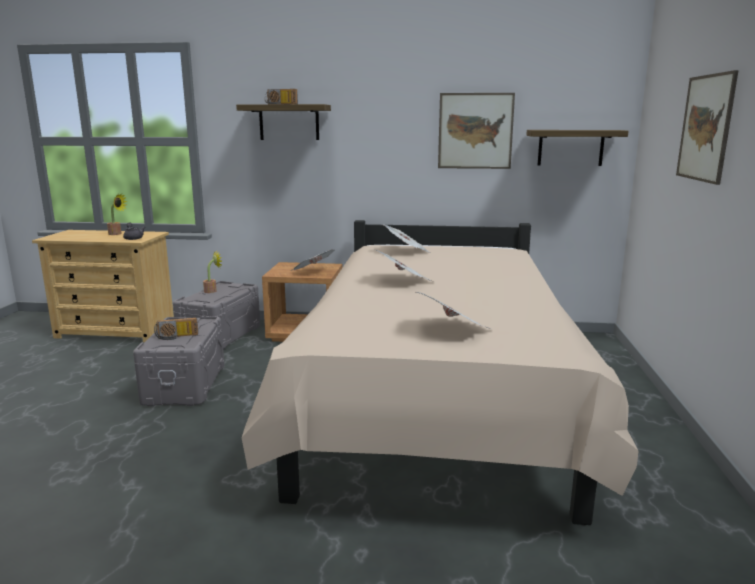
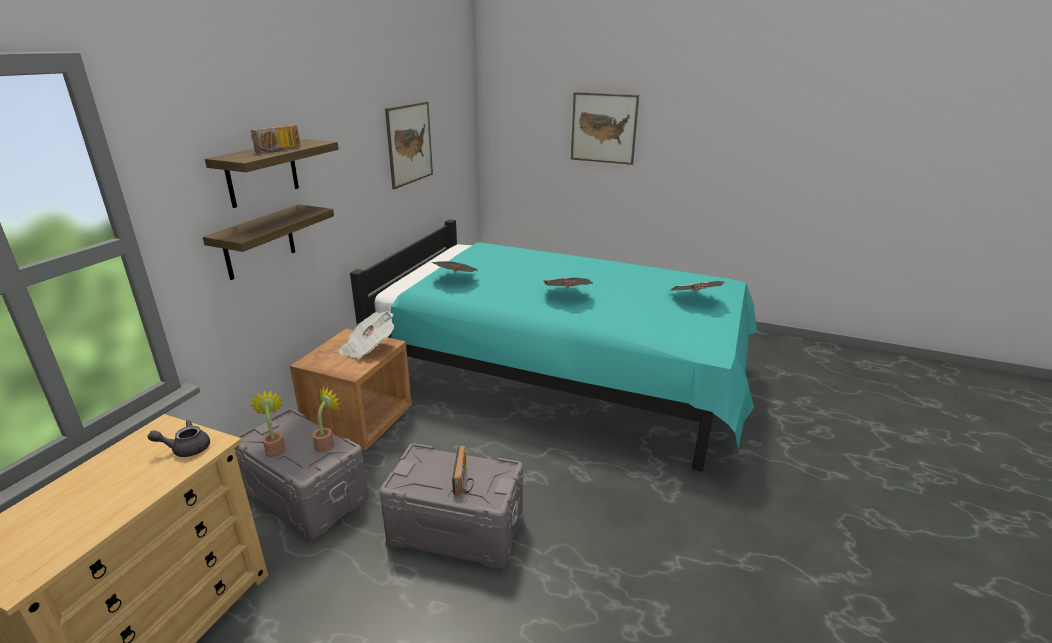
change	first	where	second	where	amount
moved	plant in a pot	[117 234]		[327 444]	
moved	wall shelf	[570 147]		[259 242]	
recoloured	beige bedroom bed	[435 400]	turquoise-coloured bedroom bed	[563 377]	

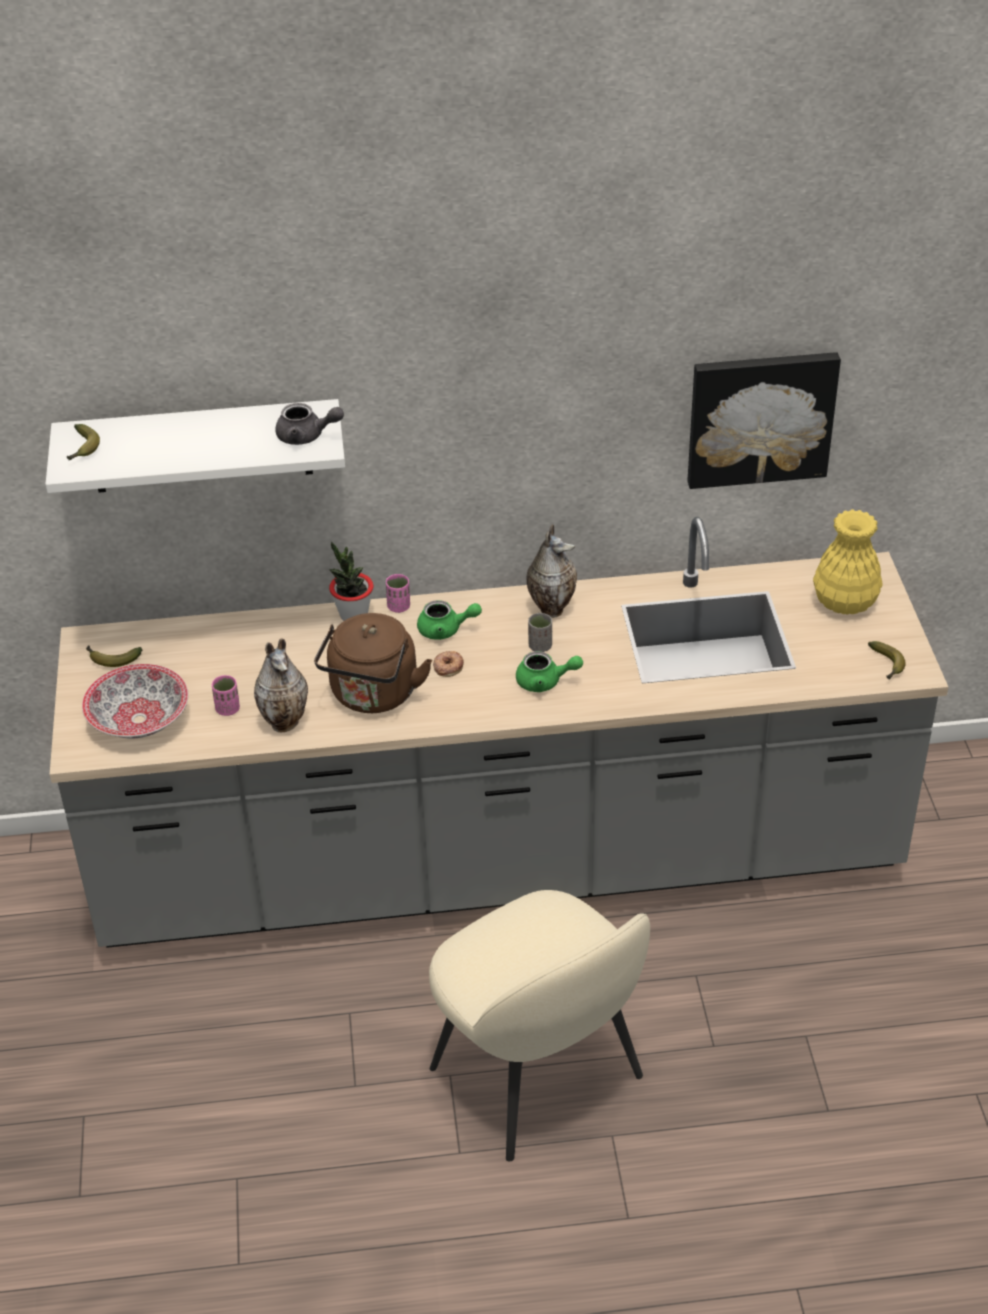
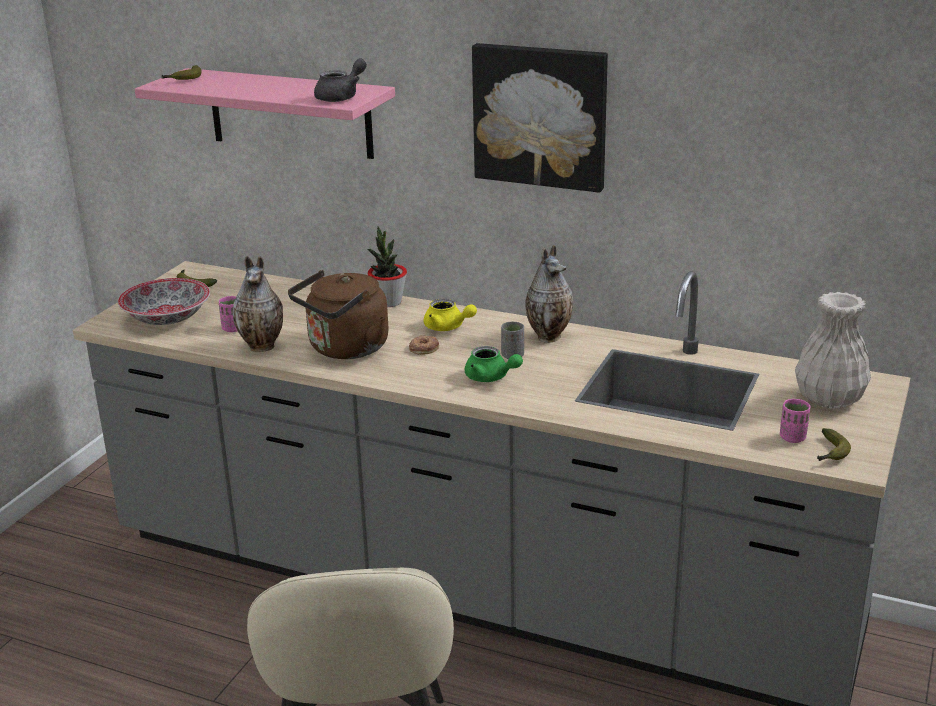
change	first	where	second	where	amount
moved	pink-coloured drinking cup	[399 607]		[792 438]	
moved	wall picture	[760 417]		[541 115]	
recoloured	white wall shelf	[201 446]	pink-coloured wall shelf	[290 113]	
recoloured	green pot for tea	[445 630]	yellow pot for tea	[448 327]	
recoloured	yellow decorative vase	[845 602]	white decorative vase	[830 399]	
turned	gray pot for tea	[306 436]		[341 97]	90 degrees counterclockwise

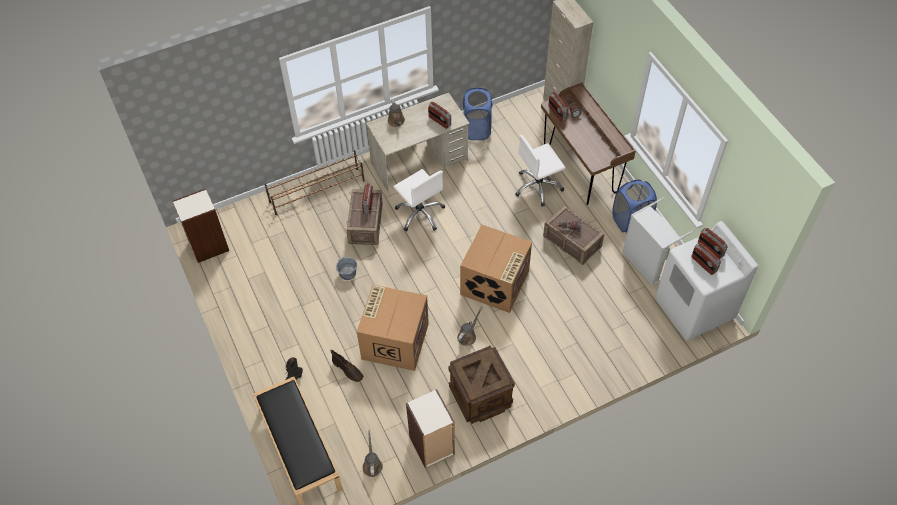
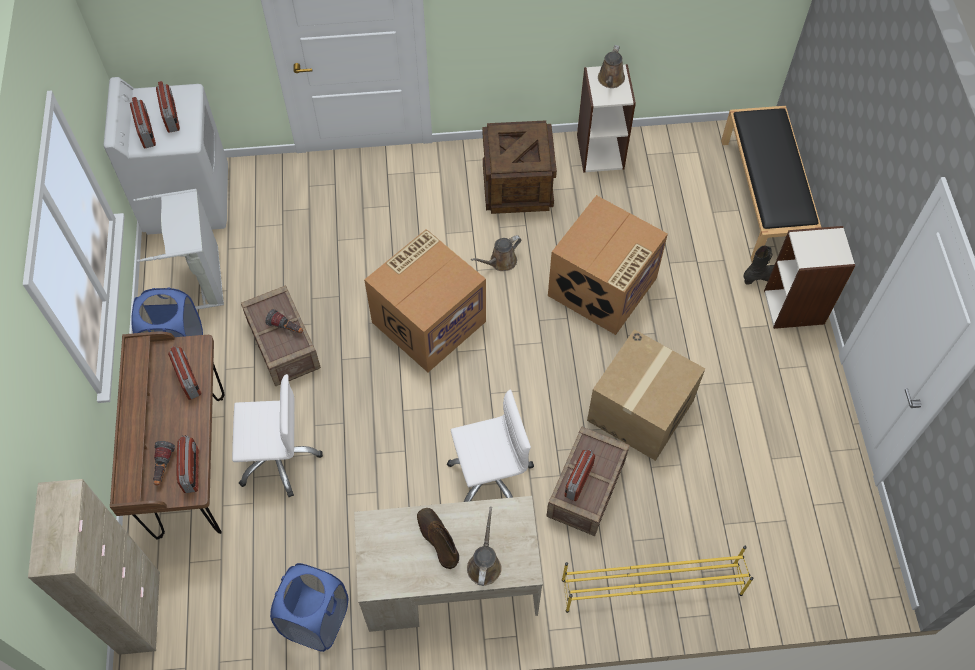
change	first	where	second	where	amount
moved	bookcase	[208 246]		[795 307]	
moved	brown high-top boot	[348 370]		[437 539]	
moved	brown sprinkling can	[372 464]		[610 80]	
moved	radio set	[439 121]		[188 379]	
replaced	gray water bucket	[347 273]	cardboard box	[640 411]	
recoloured	brown shoe shelf	[317 191]	yellow shoe shelf	[650 586]	
turned	white desk chair	[420 213]		[490 476]	90 degrees clockwise

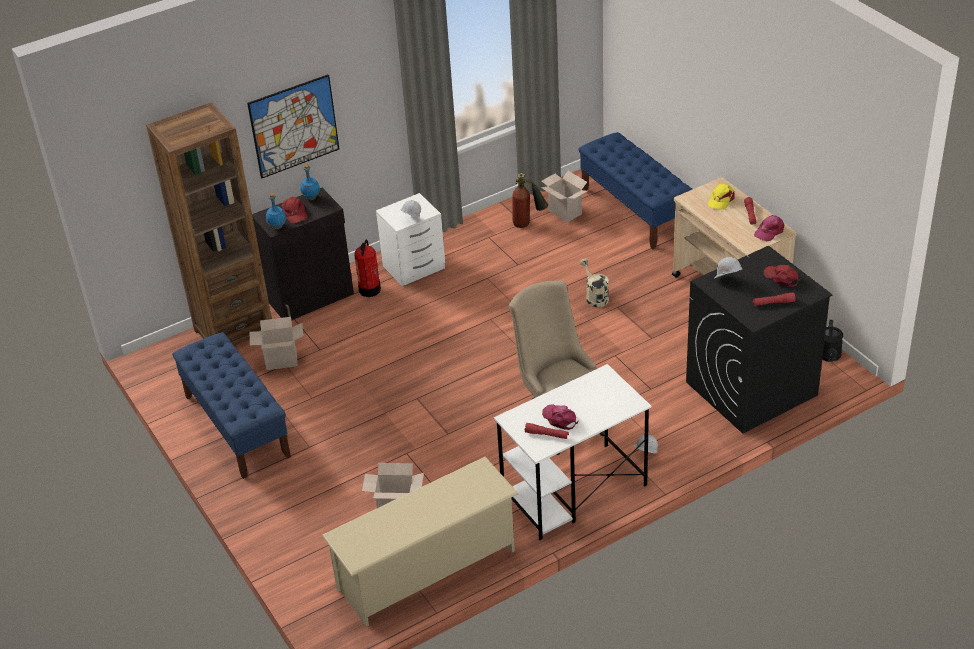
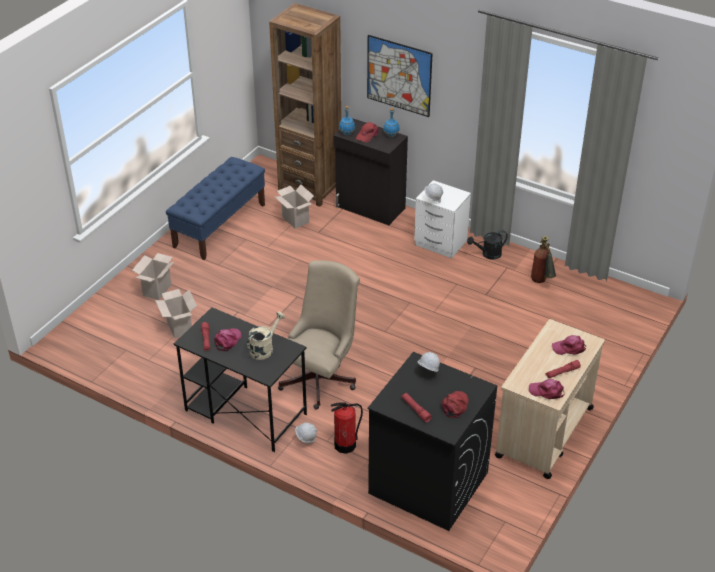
change	first	where	second	where	amount
removed	beige shoe shelf	[427 570]			
removed	blue-coloured indoor bench	[634 211]			
moved	fire-fighting cylinder	[370 290]		[345 445]	
moved	cardboard box	[563 212]		[157 289]	
moved	beige sprinkling can	[595 296]		[264 348]	
moved	black sprinkling can	[829 357]		[488 254]	
recoloured	white desk	[573 491]	black desk	[244 412]	
recoloured	yellow baseball cap	[721 200]	pink-coloured baseball cap	[569 348]	

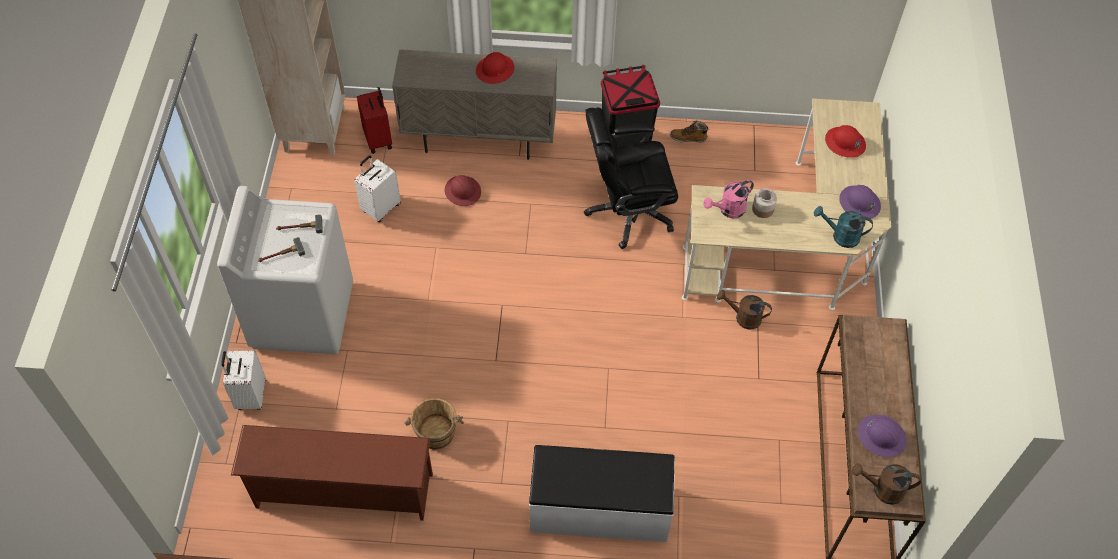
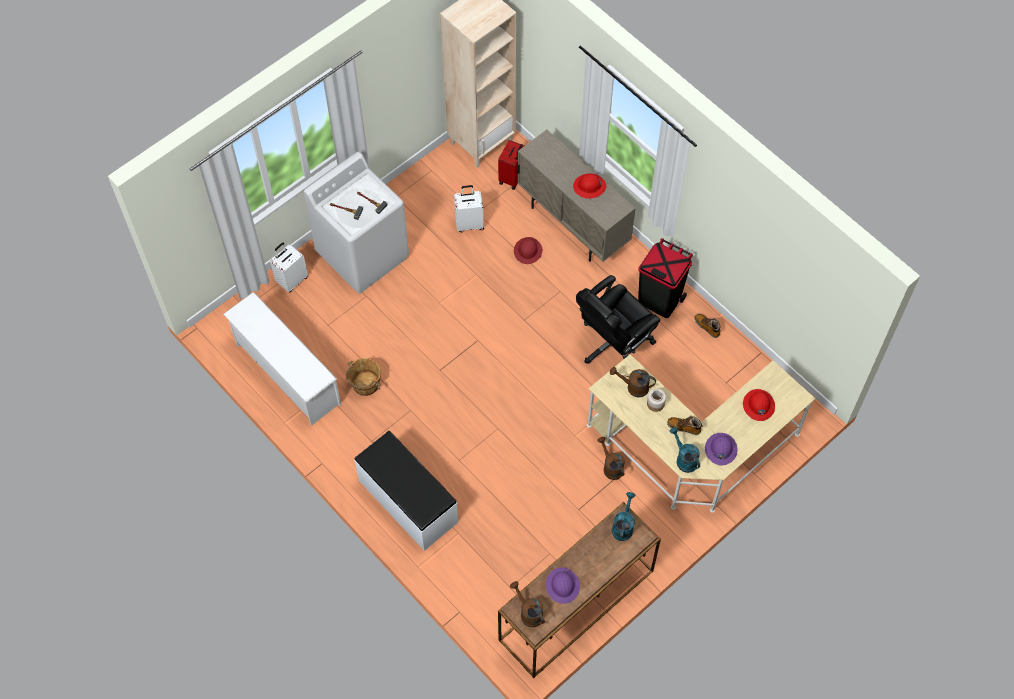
change	first	where	second	where	amount
added			turquoise-coloured sprinkling can	[623 526]	
added			high-top boot	[684 427]	
recoloured	brown shoe shelf	[342 492]	white shoe shelf	[286 374]	
recoloured	pink-coloured sprinkling can	[728 210]	brown sprinkling can	[633 387]	
turned	black desk chair	[628 212]		[614 344]	75 degrees counterclockwise

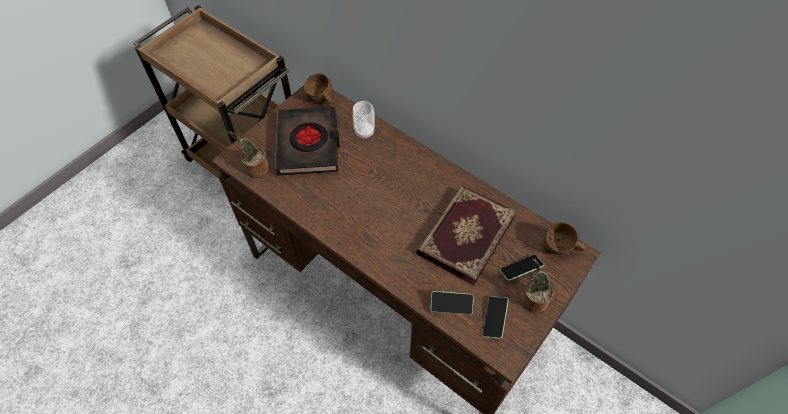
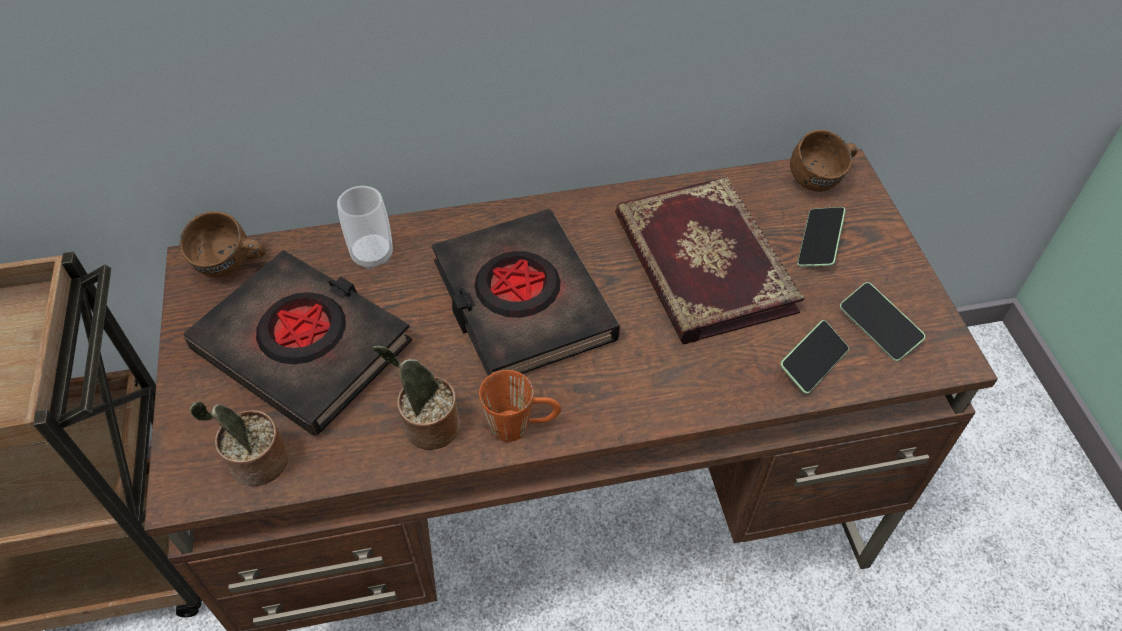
change	first	where	second	where	amount
added			black bound book	[522 302]	
added			orange-coloured tea mug	[522 425]	
moved	plant in a pot	[532 299]		[427 427]	

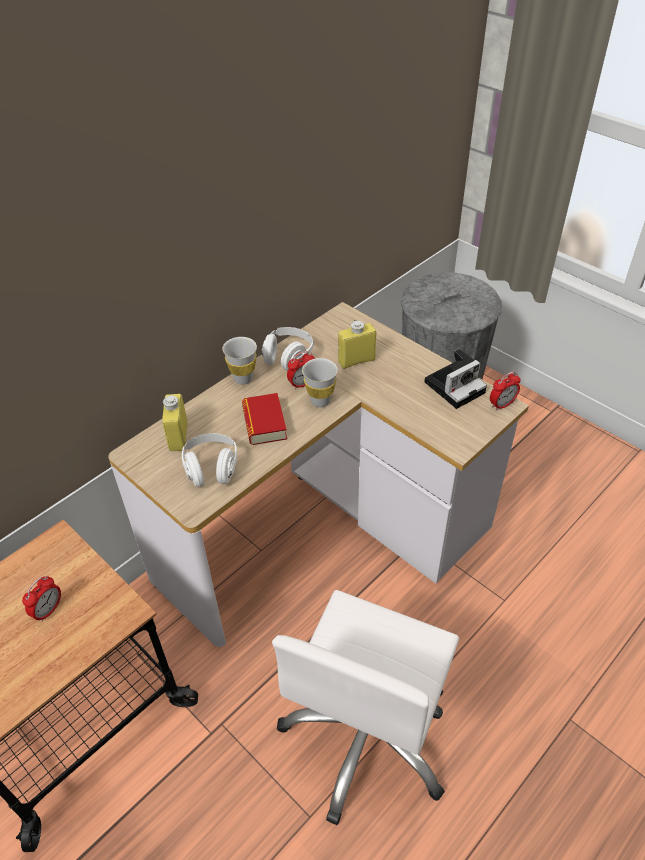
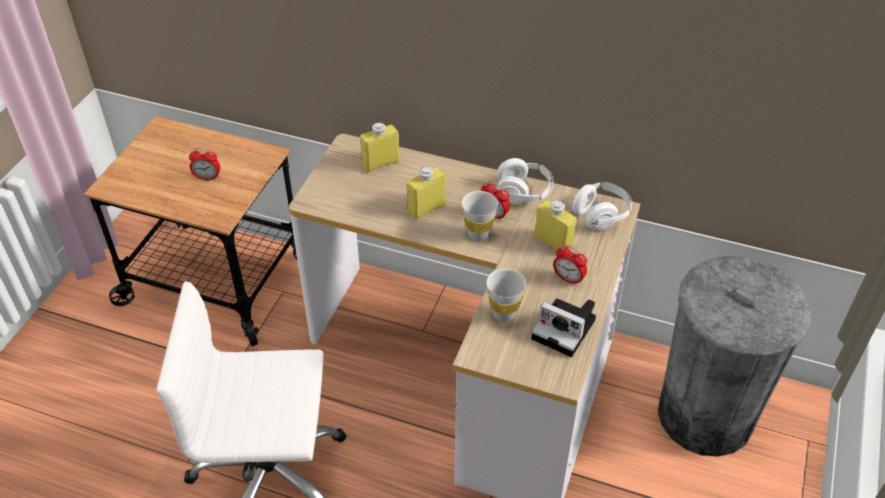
change	first	where	second	where	amount
moved	white pair of headphones	[211 469]		[601 215]	
moved	white drinking cup	[243 379]		[504 314]	
moved	bedside clock	[502 405]		[568 279]	
replaced	bound book	[264 423]	yellow beverage bottle	[426 208]	

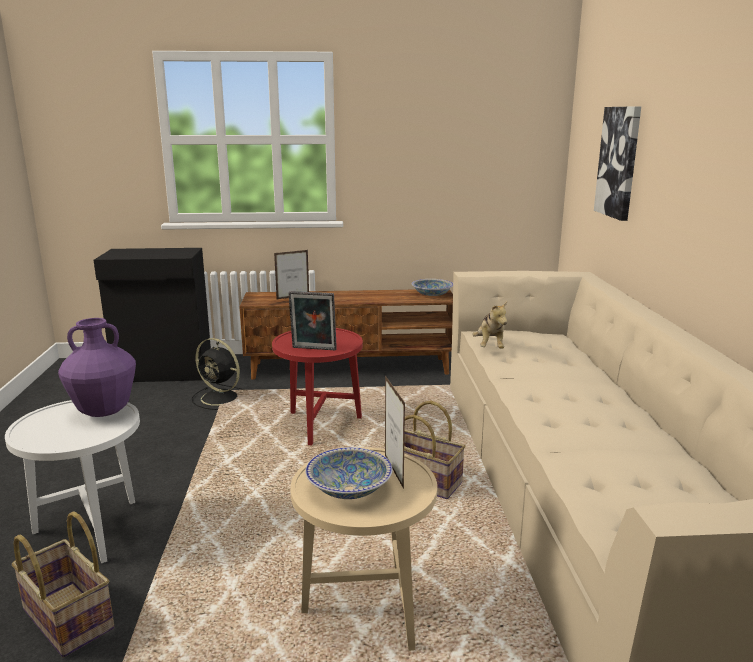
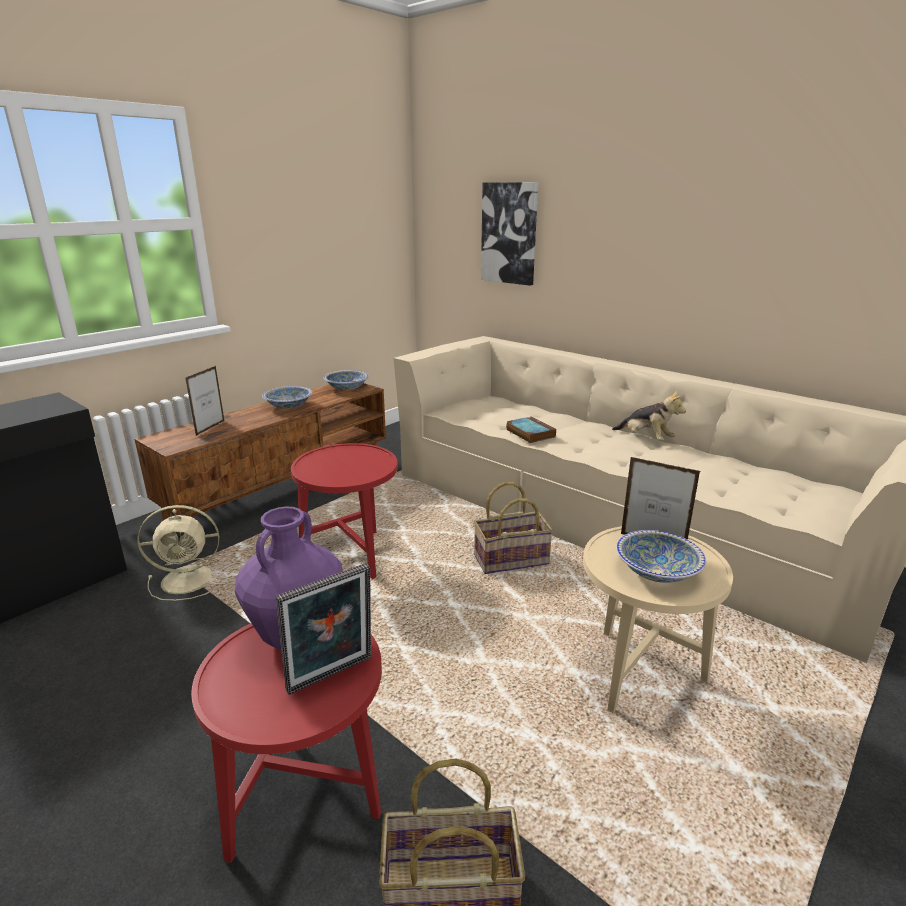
change	first	where	second	where	amount
added			serving bowl	[289 406]	
added			bound book	[529 433]	
moved	standing frame	[313 349]		[332 677]	
moved	cuddly toy	[489 347]		[646 439]	
recoloured	white accent table	[92 533]	red accent table	[307 801]	
recoloured	black electric fan	[221 398]	beige electric fan	[190 579]	

